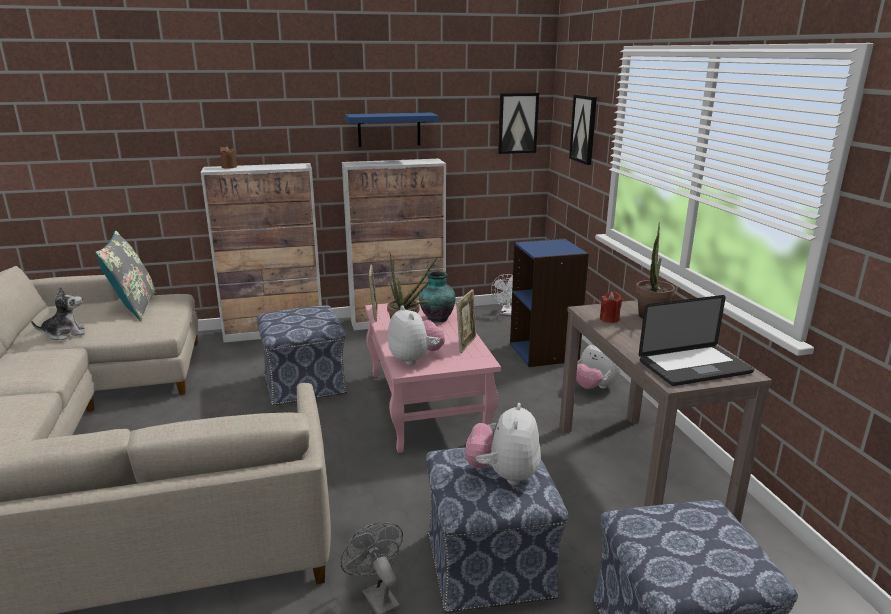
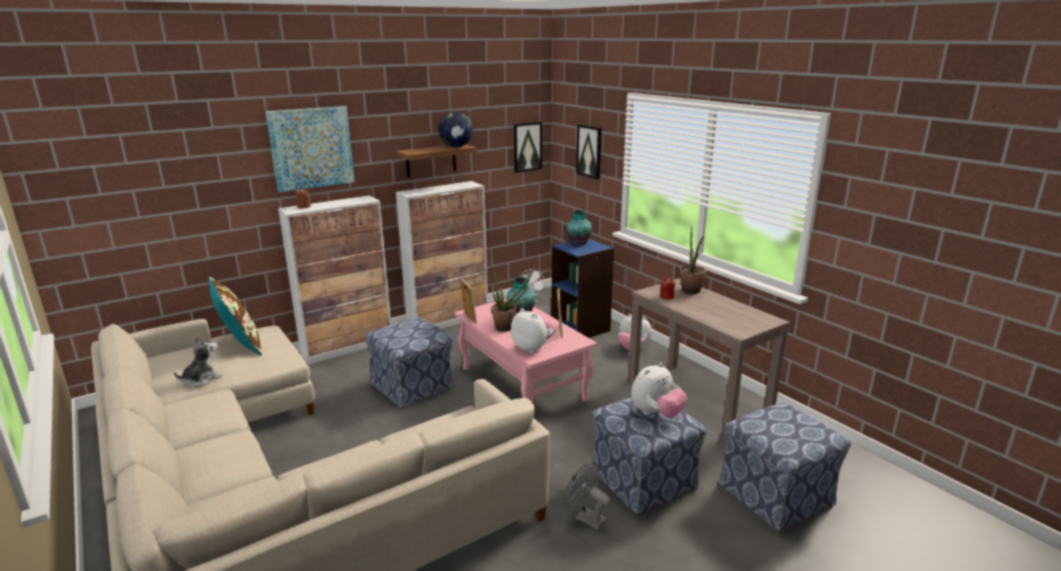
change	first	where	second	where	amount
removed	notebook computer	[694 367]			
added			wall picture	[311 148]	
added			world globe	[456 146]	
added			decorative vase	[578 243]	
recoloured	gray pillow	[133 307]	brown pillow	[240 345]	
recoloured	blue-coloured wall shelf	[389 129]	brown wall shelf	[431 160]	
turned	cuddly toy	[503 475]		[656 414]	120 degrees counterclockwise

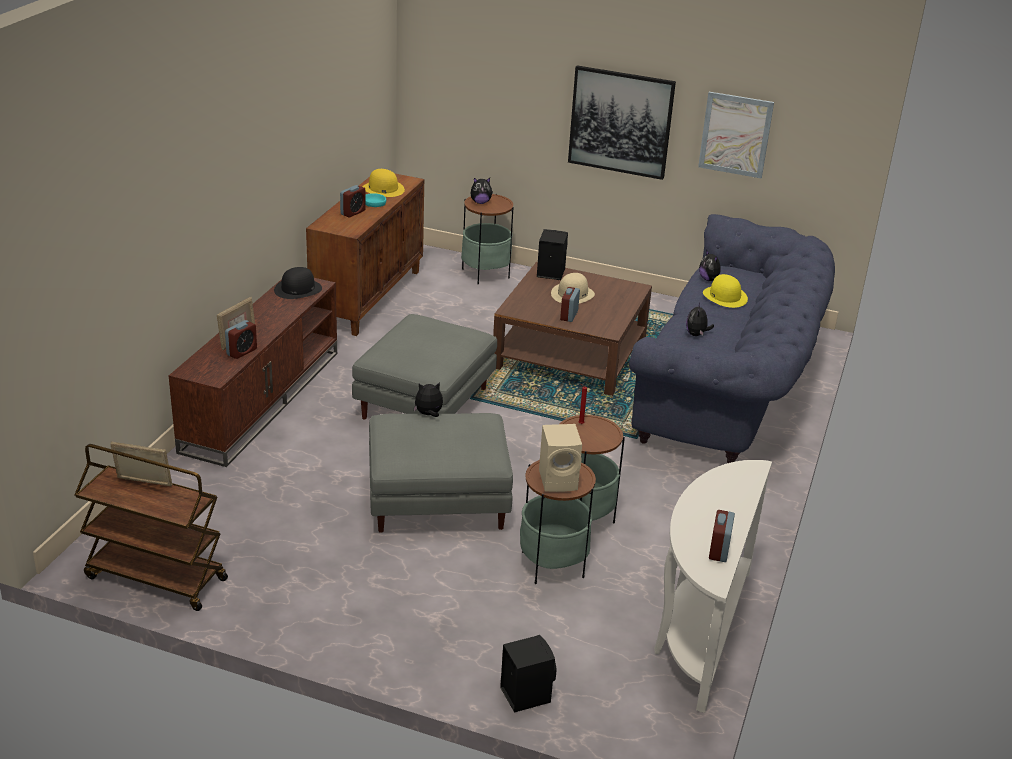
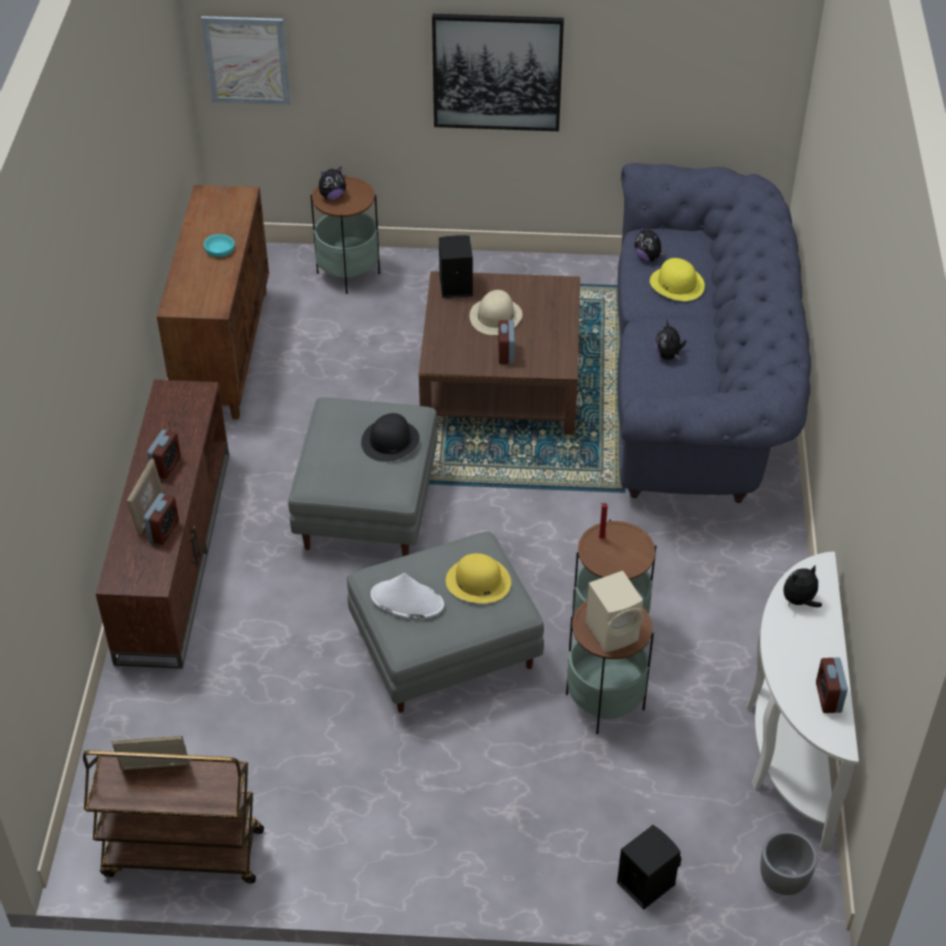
change	first	where	second	where	amount
added			white hat	[406 601]	
added			gray flower pot	[783 880]	
moved	black hat	[298 289]		[390 441]	
moved	bedside clock	[353 212]		[166 466]	
moved	yellow hat	[383 189]		[478 581]	
moved	cuddly toy	[428 414]		[799 601]	
moved	wall picture	[735 134]		[247 60]	

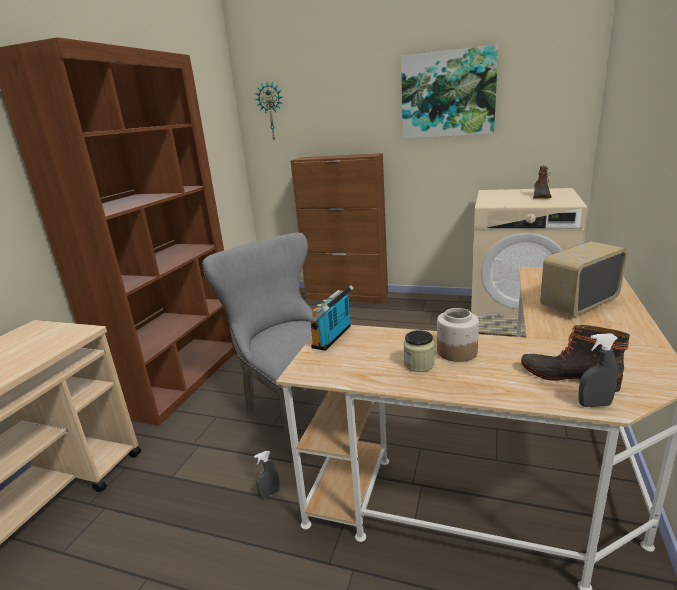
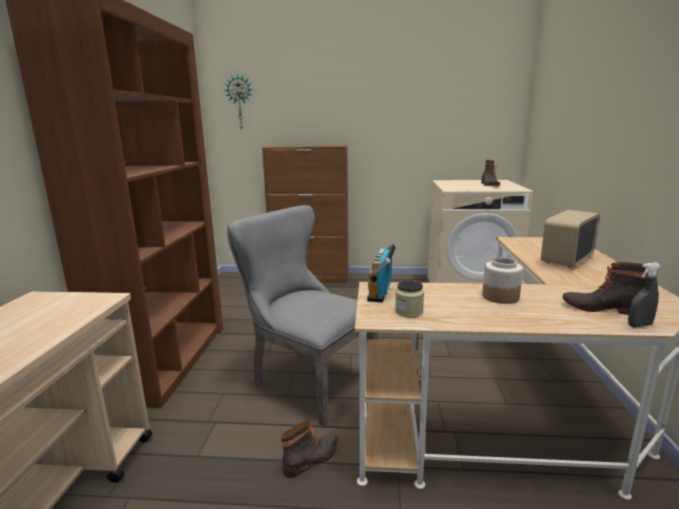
change	first	where	second	where	amount
removed	wall picture	[448 94]			
moved	preserve jar	[419 364]		[409 312]	
replaced	gray spray bottle	[269 494]	high-top boot	[312 458]	

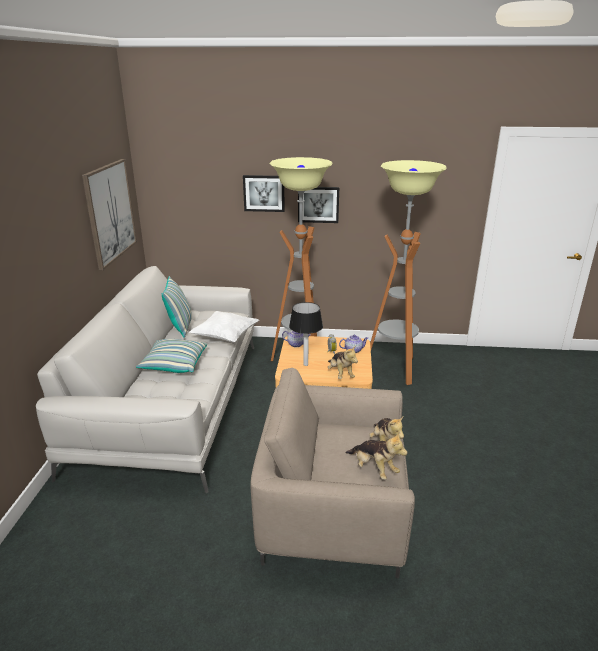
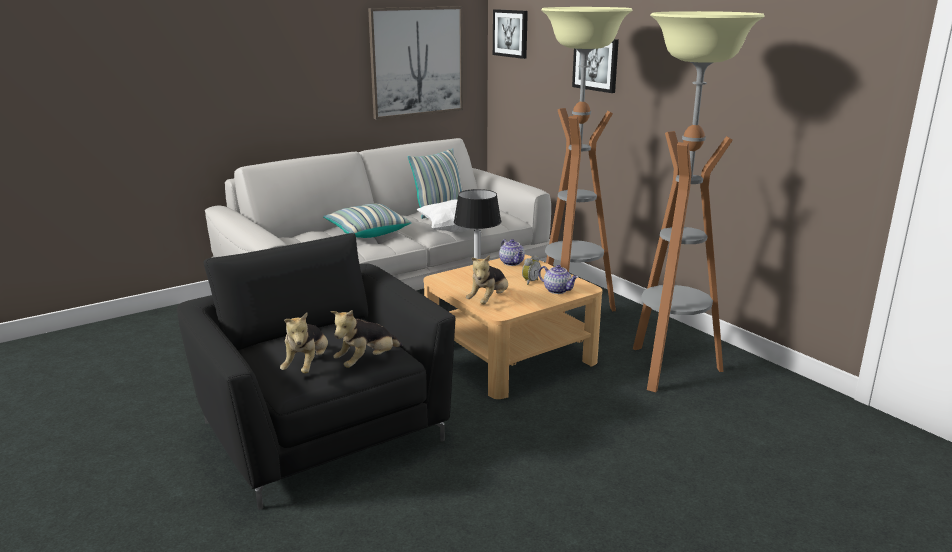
change	first	where	second	where	amount
moved	wall picture	[318 204]		[511 33]	
recoloured	beige easy chair	[332 512]	black easy chair	[322 430]	

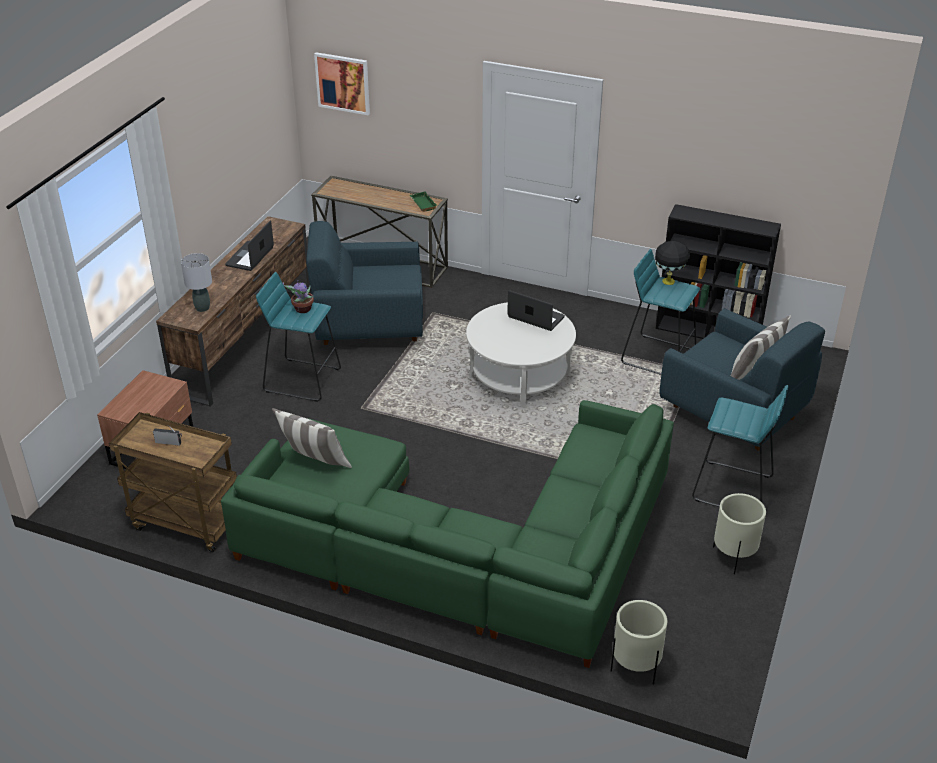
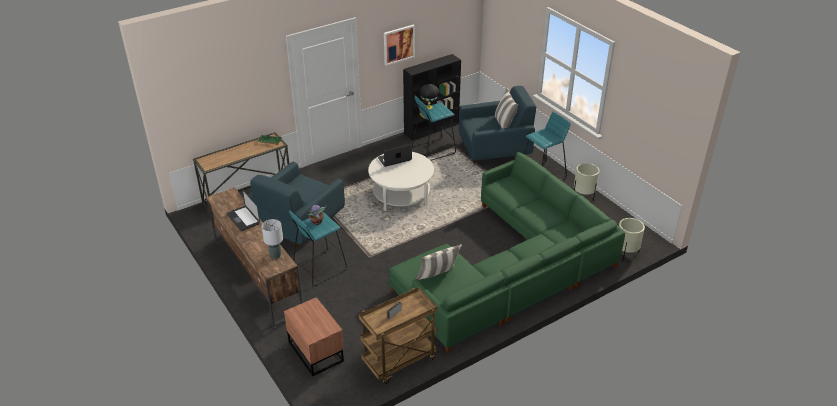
change	first	where	second	where	amount
moved	wall picture	[343 83]		[398 44]	

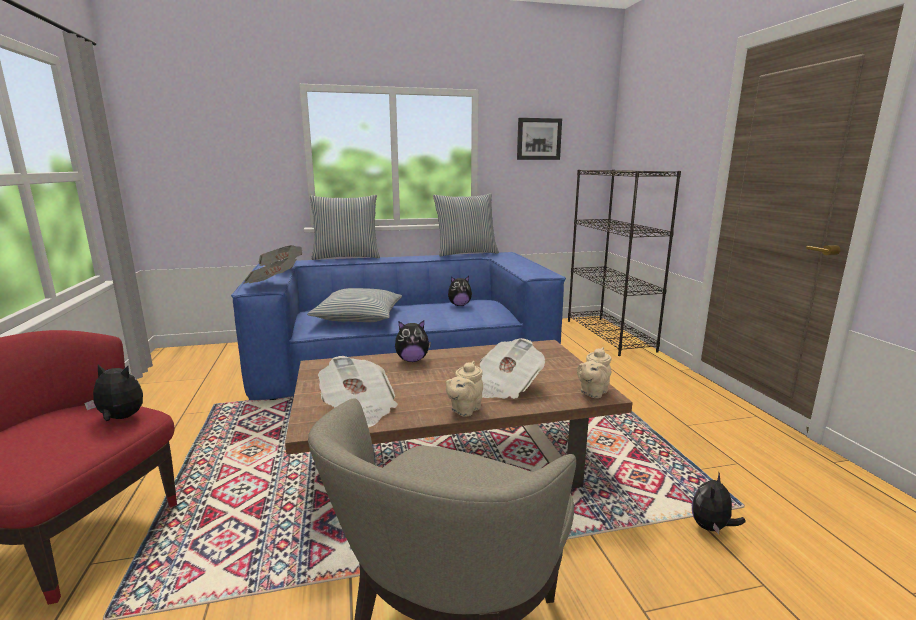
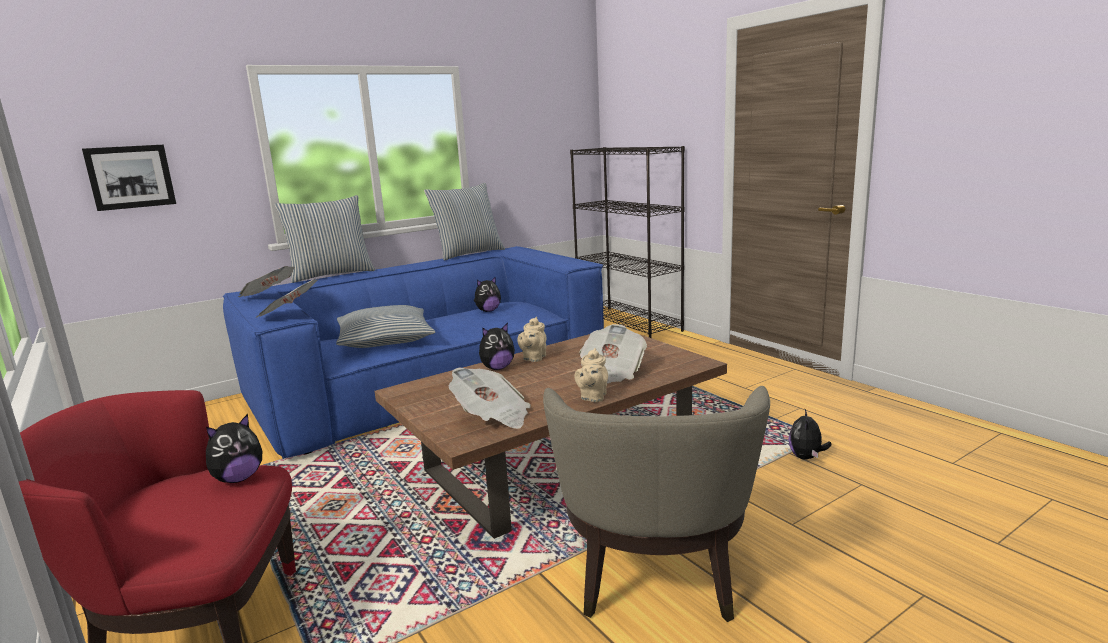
change	first	where	second	where	amount
moved	wall picture	[538 139]		[130 177]	
moved	beige pot for tea	[592 392]		[533 358]	
turned	cuddly toy	[120 418]		[238 478]	150 degrees clockwise

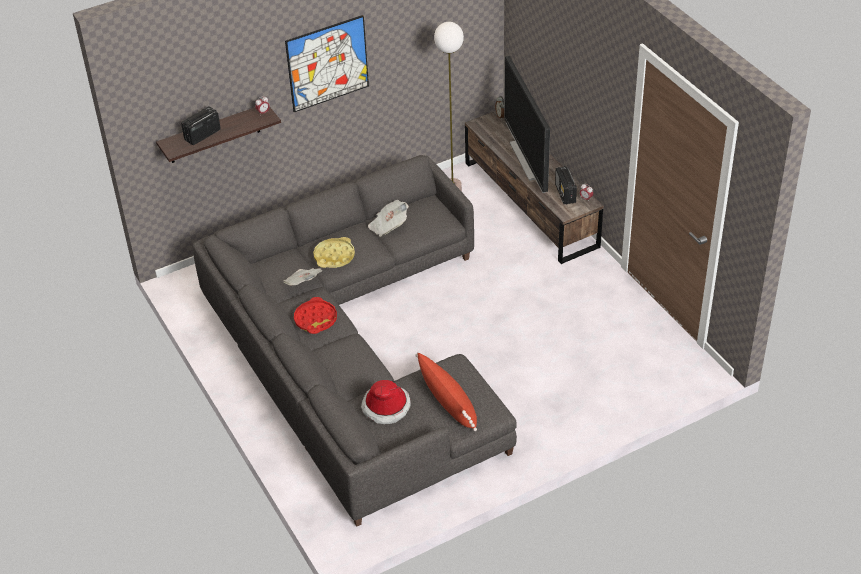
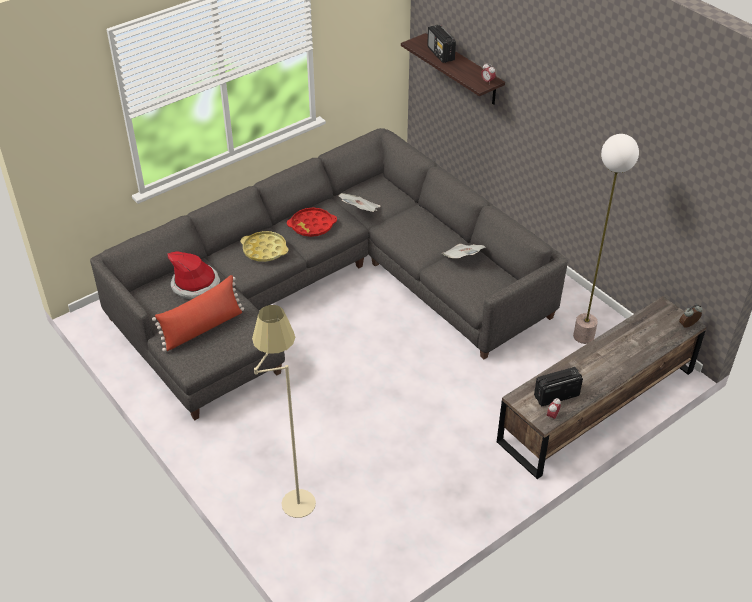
change	first	where	second	where	amount
removed	wall picture	[327 63]			
removed	TV set	[528 159]			
added			beige standard lamp	[291 492]	
moved	yellow tray	[334 256]		[264 250]	
turned	radio set	[202 135]		[440 54]	150 degrees counterclockwise

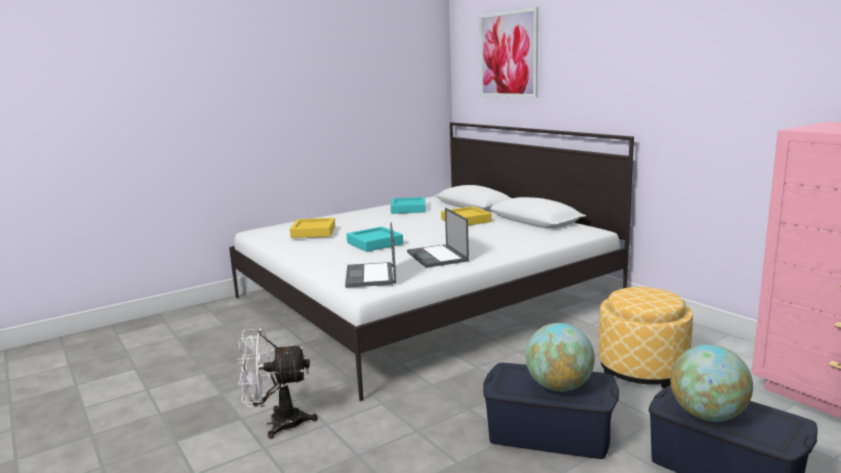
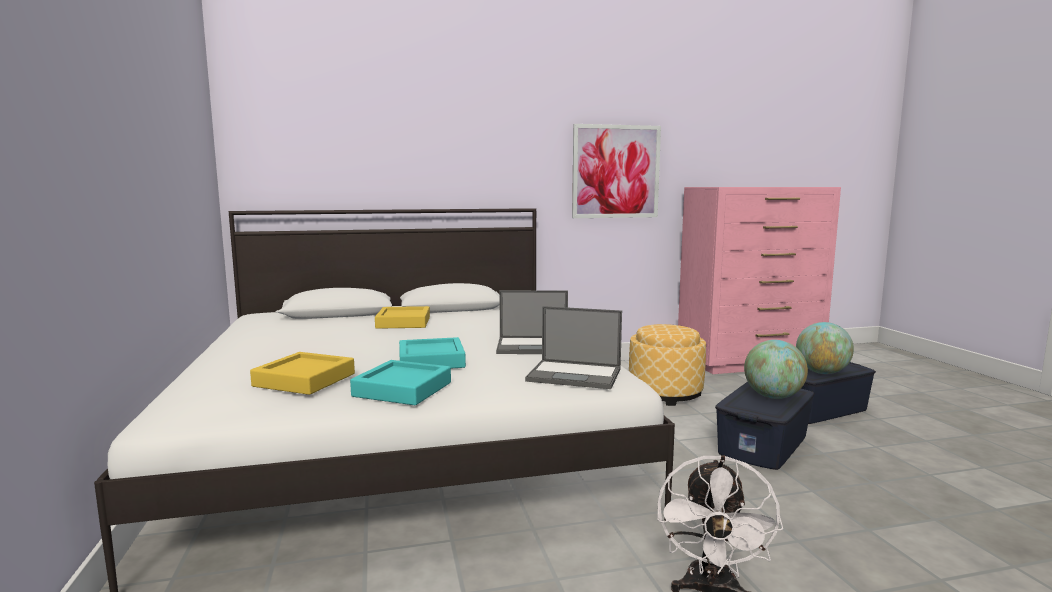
change	first	where	second	where	amount
moved	turquoise-coloured tray	[408 209]		[402 389]	
moved	wall picture	[508 54]		[616 171]	

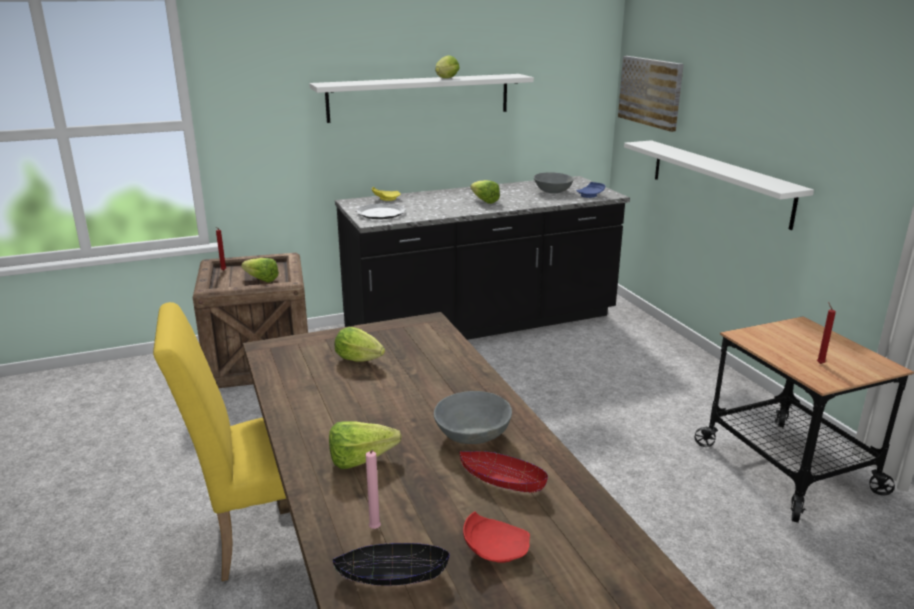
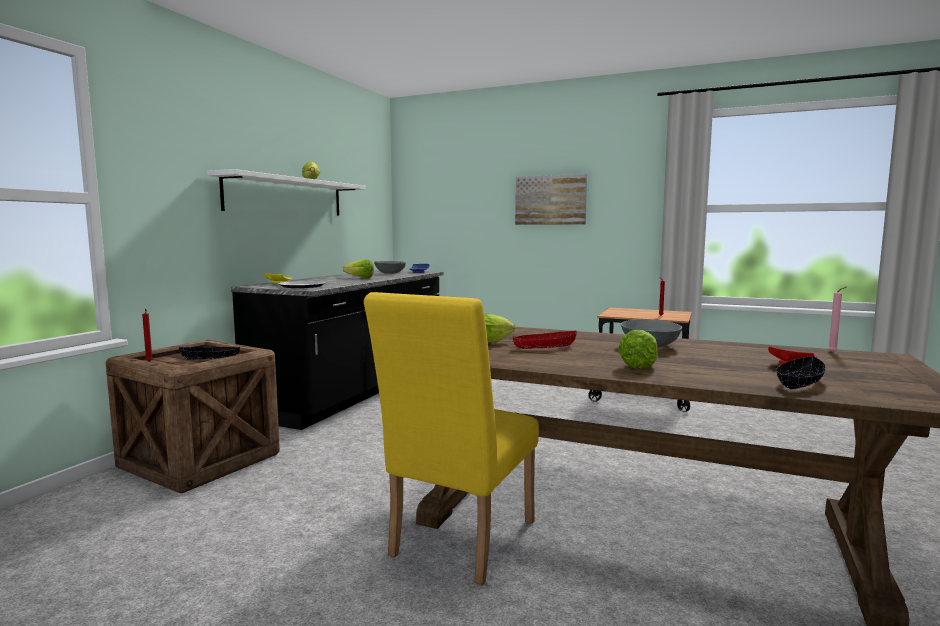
change	first	where	second	where	amount
removed	white wall shelf	[719 181]			
moved	pink-coloured wax candle	[375 530]		[834 352]	
moved	red serving bowl	[502 480]		[544 347]	
moved	wall picture	[651 92]		[550 200]	
replaced	lettuce	[259 279]	black serving bowl	[210 358]	

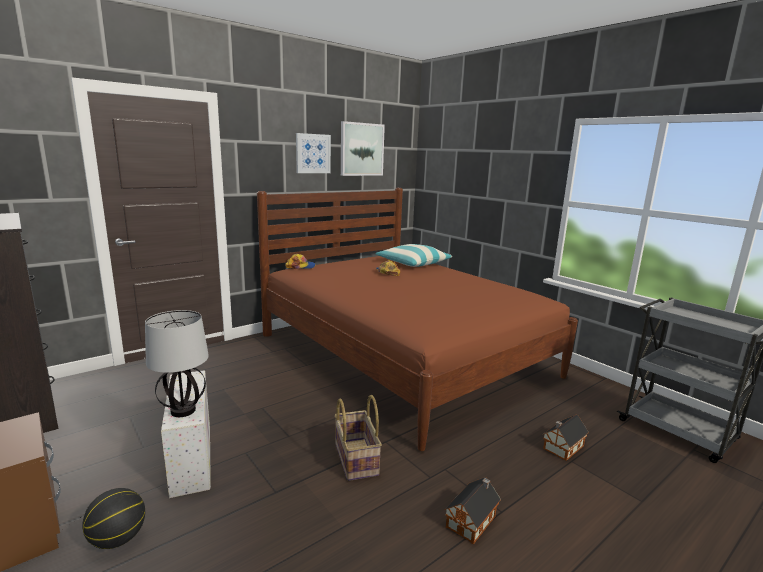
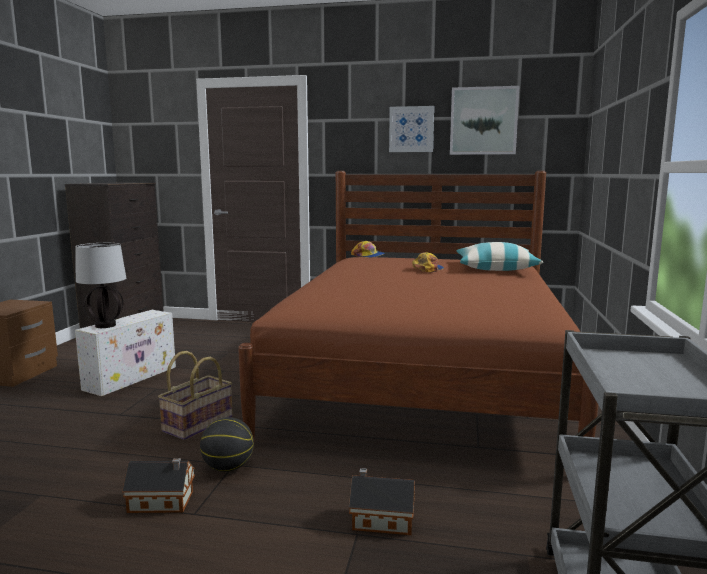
change	first	where	second	where	amount
moved	ball for basketball	[118 539]		[228 467]	

